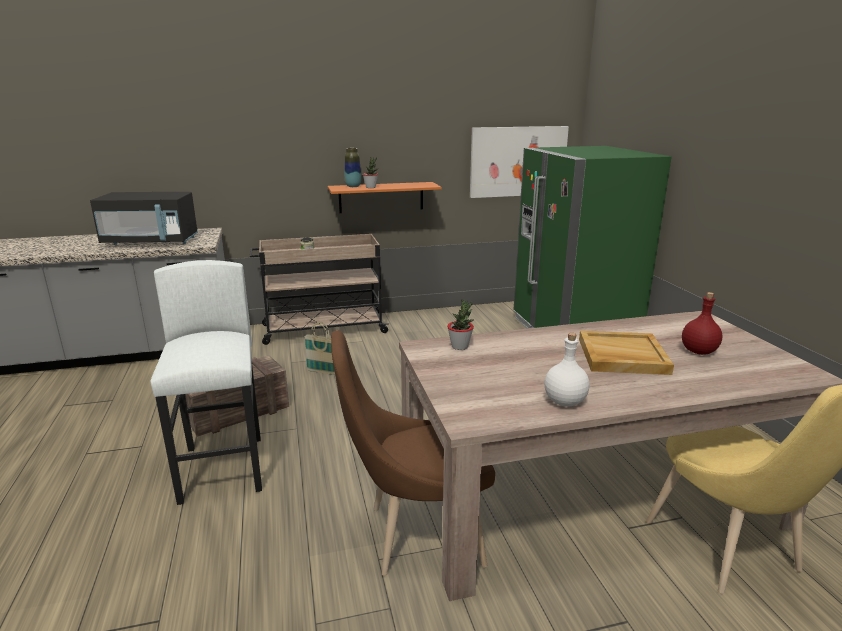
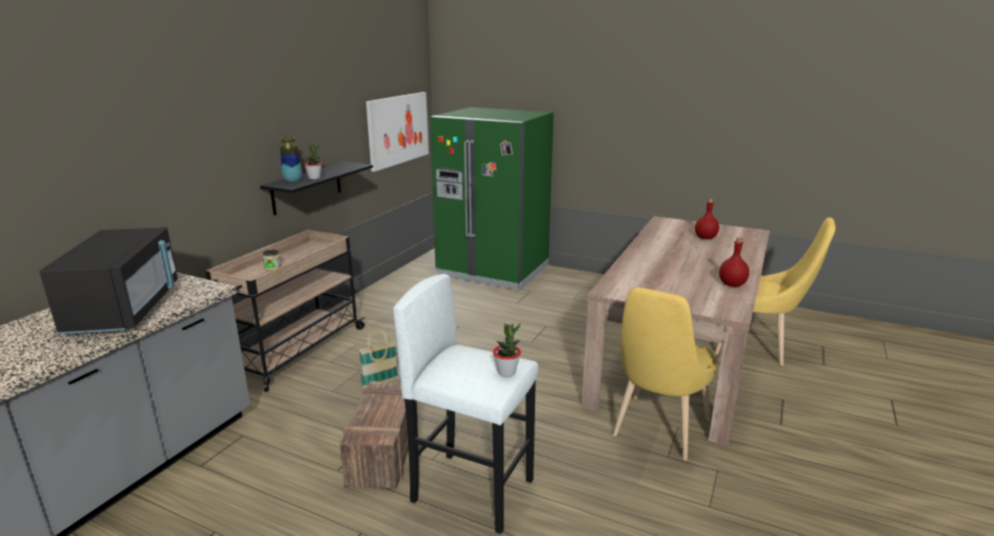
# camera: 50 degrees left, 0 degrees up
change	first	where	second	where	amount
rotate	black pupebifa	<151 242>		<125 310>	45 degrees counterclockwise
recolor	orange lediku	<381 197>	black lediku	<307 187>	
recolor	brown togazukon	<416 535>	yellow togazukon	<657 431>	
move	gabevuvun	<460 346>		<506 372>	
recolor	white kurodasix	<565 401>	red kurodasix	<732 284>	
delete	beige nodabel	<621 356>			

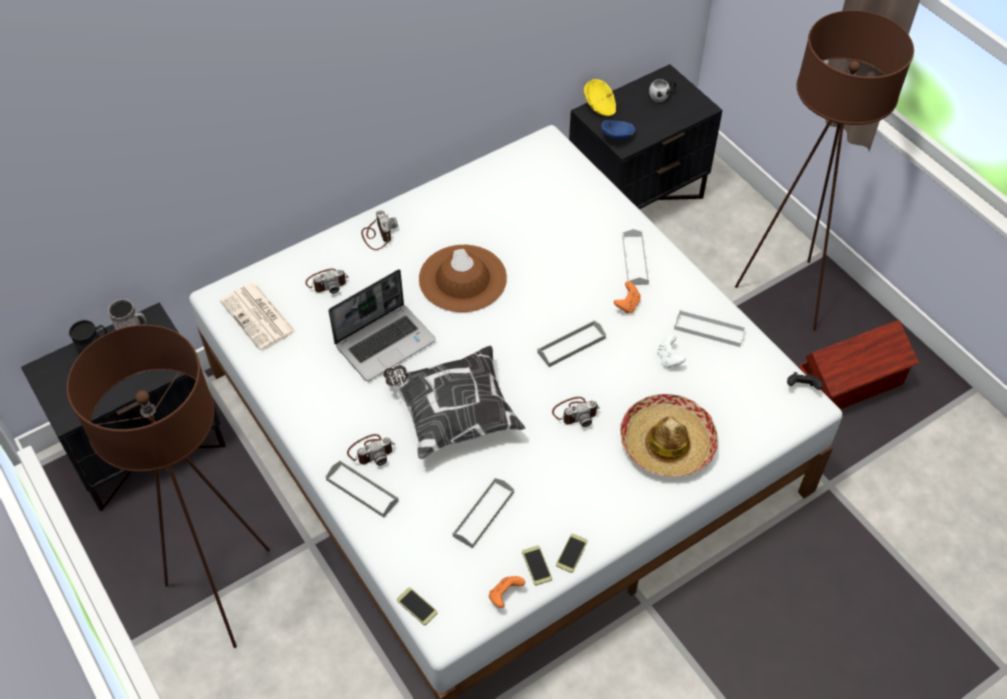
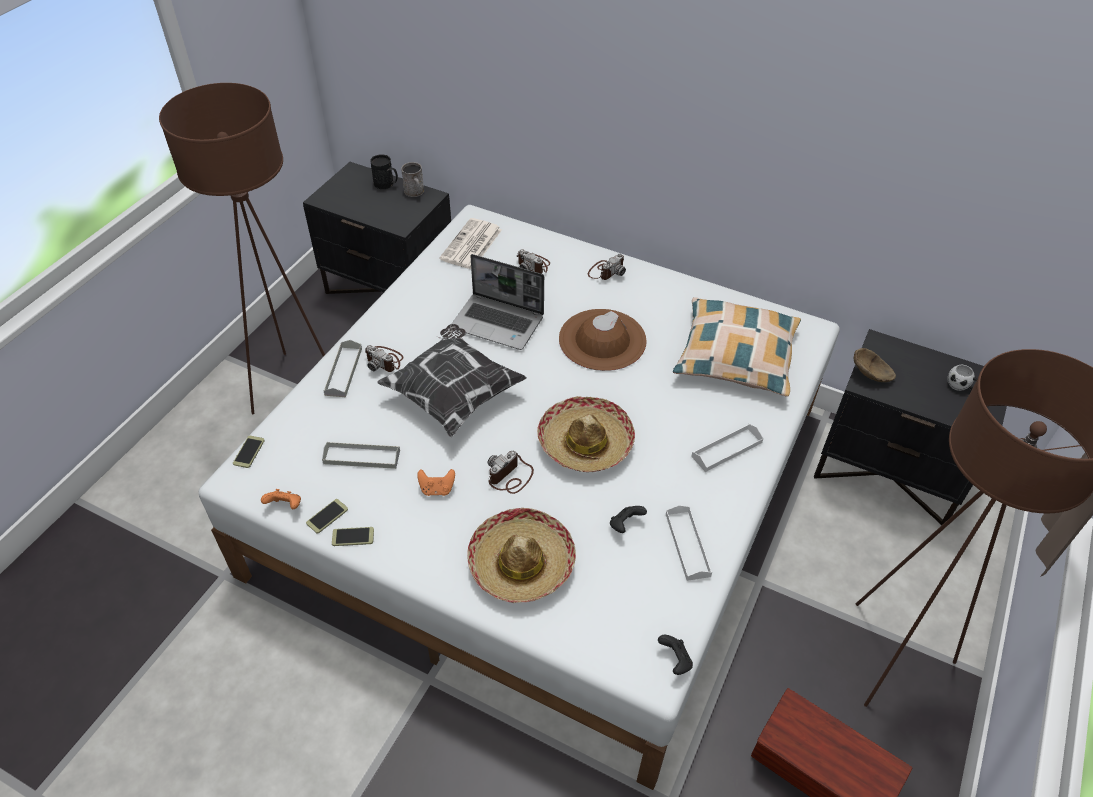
# camera: 60 degrees right, 5 degrees down
change	first	where	second	where	amount
replace	grey nodabel	<571 345>	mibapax	<585 443>	
rotate	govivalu	<575 412>		<510 477>	90 degrees clockwise
delete	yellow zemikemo	<599 107>			
recolor	blue zemikemo	<618 136>	brown zemikemo	<872 375>	
move	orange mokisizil	<627 305>		<437 489>	
recolor	white mokisizil	<669 359>	black mokisizil	<625 525>	
insert			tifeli	<735 356>	

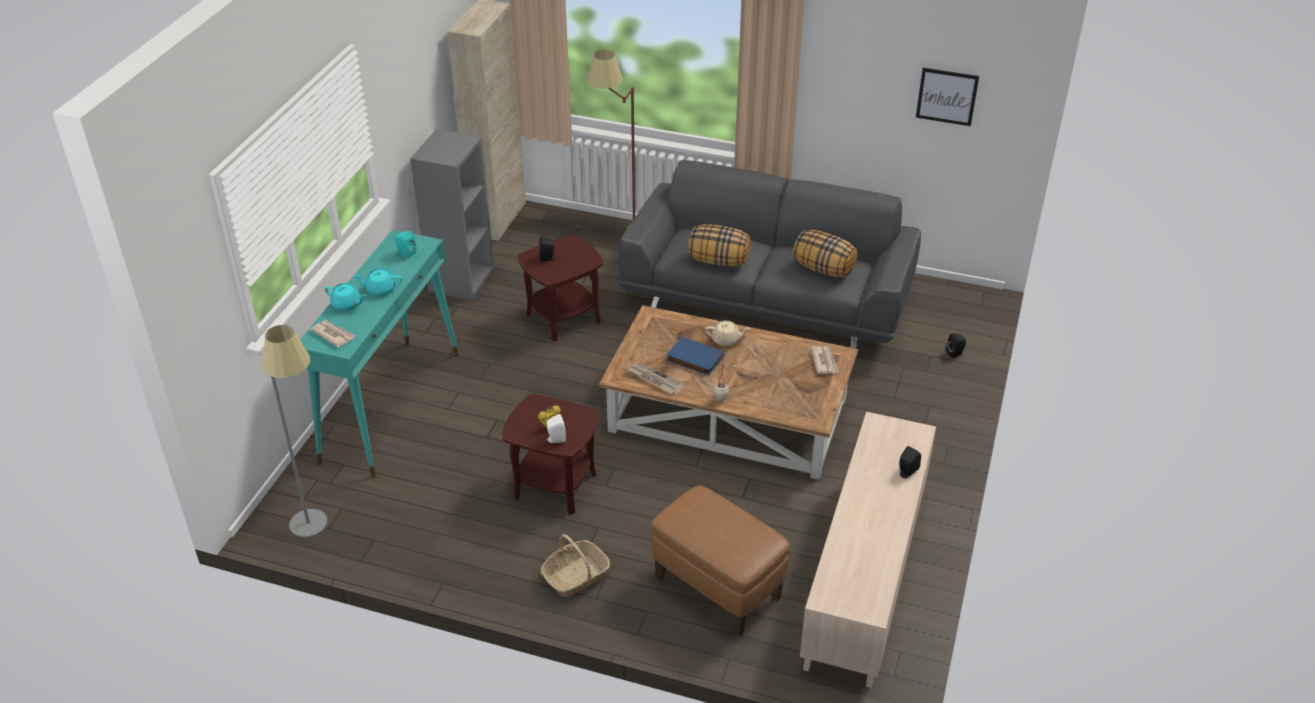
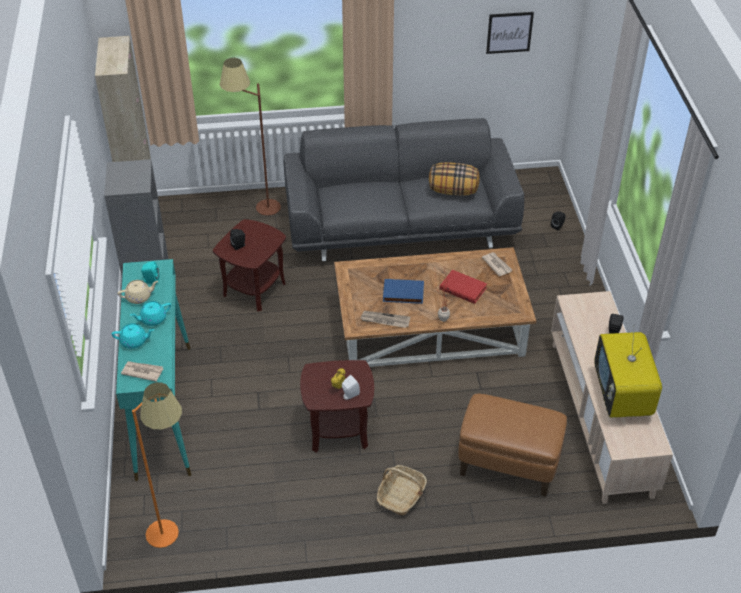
# camera: 25 degrees left, 5 degrees up
change	first	where	second	where	amount
recolor	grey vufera	<319 531>	orange vufera	<176 536>	
delete	tifeli	<719 261>			
move	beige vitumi	<726 340>		<139 297>	
insert			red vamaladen	<463 288>	
insert			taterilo	<622 396>	

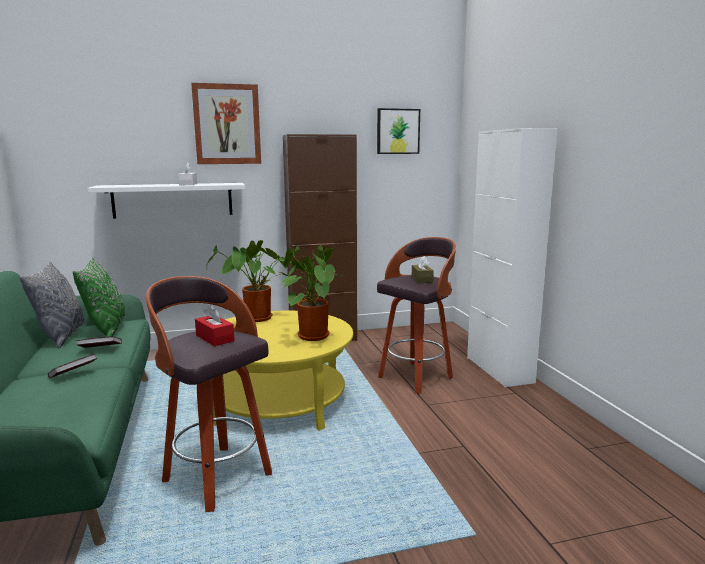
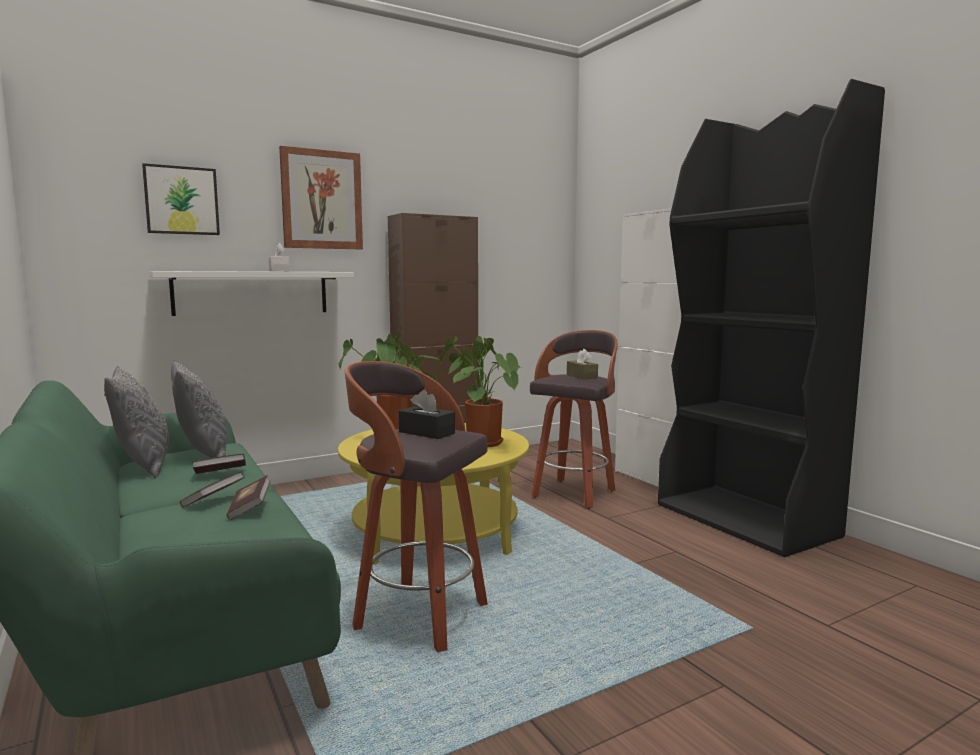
# camera: 15 degrees left, 5 degrees down
change	first	where	second	where	amount
recolor	green tifeli	<107 329>	grey tifeli	<203 454>	
recolor	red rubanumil	<215 338>	black rubanumil	<426 433>	
move	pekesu	<397 131>		<181 200>	
insert			vamaladen	<249 509>	
insert			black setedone	<747 520>	

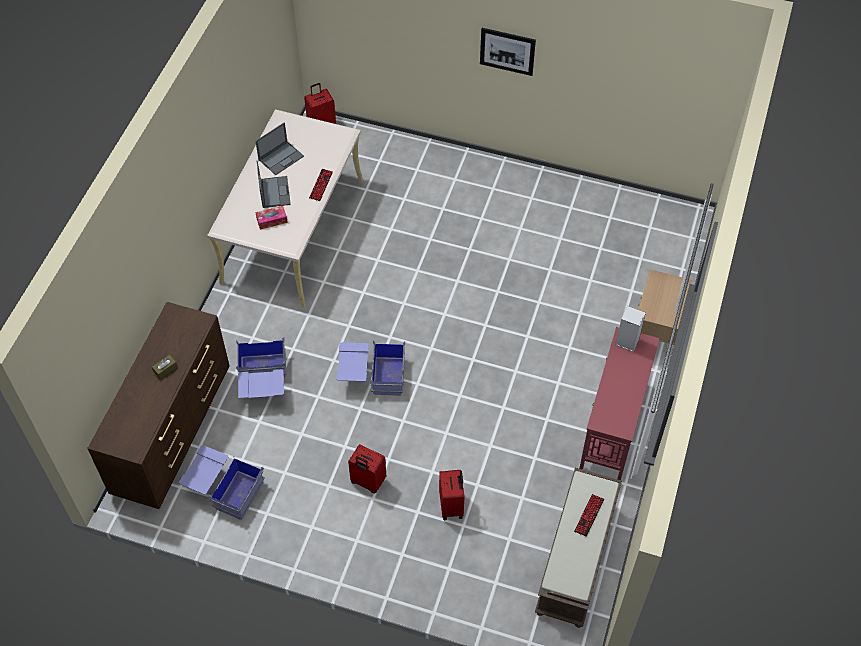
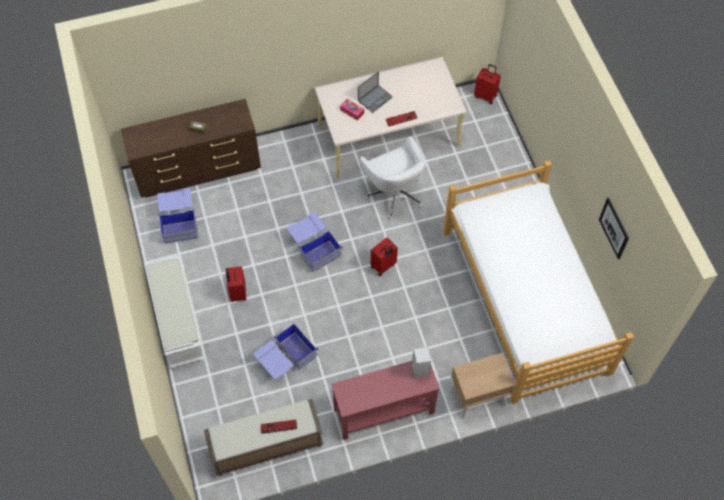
# camera: 55 degrees right, 5 degrees up
change	first	where	second	where	amount
move	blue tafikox	<263 382>		<286 359>	
delete	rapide	<281 157>			
move	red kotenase	<452 506>		<383 266>	
move	pekesu	<507 51>		<614 228>	
insert			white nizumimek	<177 320>	
insert			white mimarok	<394 193>	
insert			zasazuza	<524 300>	

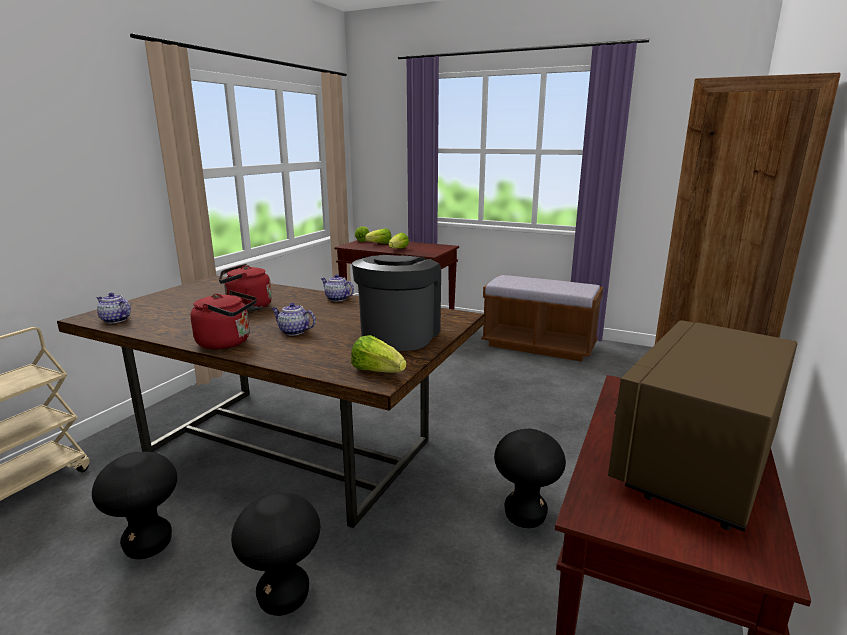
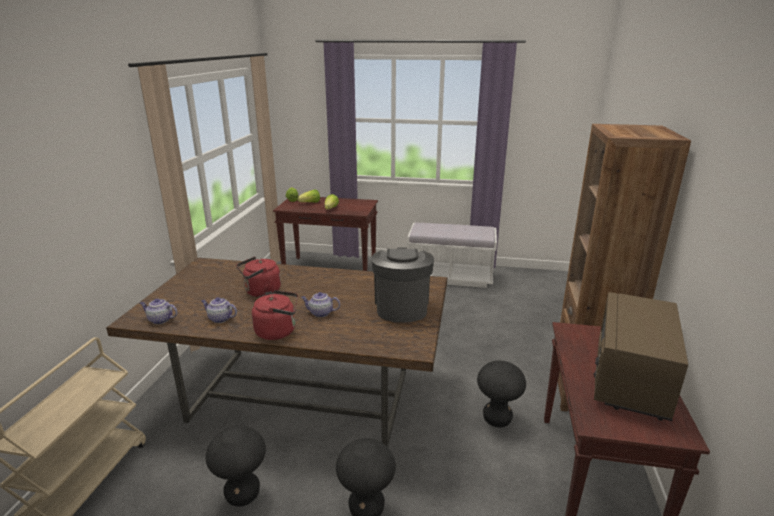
# camera: 15 degrees left, 5 degrees up
change	first	where	second	where	amount
move	vitumi	<337 299>		<220 319>	
delete	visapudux	<377 371>			
recolor	brown nizumimek	<538 346>	white nizumimek	<450 277>	

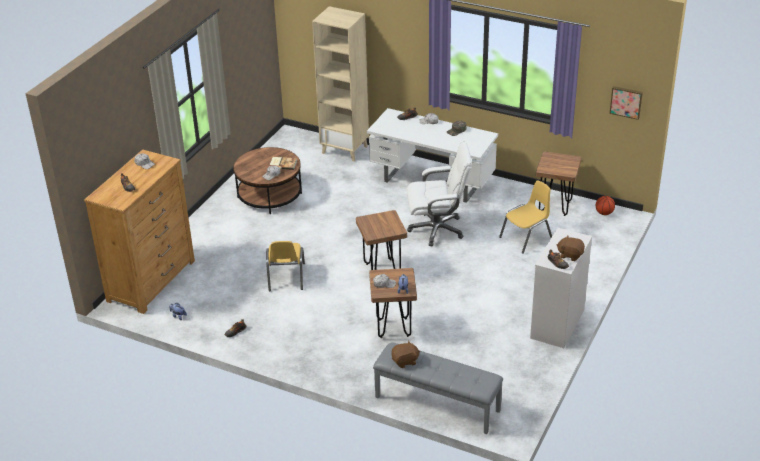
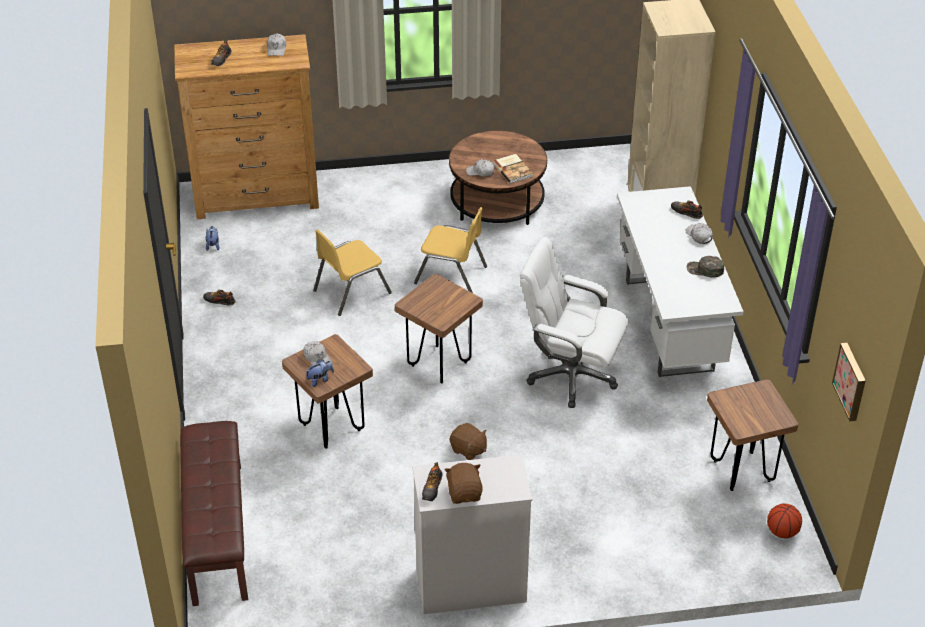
# camera: 55 degrees right, 5 degrees up
change	first	where	second	where	amount
recolor	grey nizumimek	<436 404>	brown nizumimek	<216 532>	
move	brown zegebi	<405 361>		<468 450>	
rotate	white mimarok	<437 229>		<570 376>	150 degrees clockwise
move	yellow togazukon	<526 237>		<451 275>	

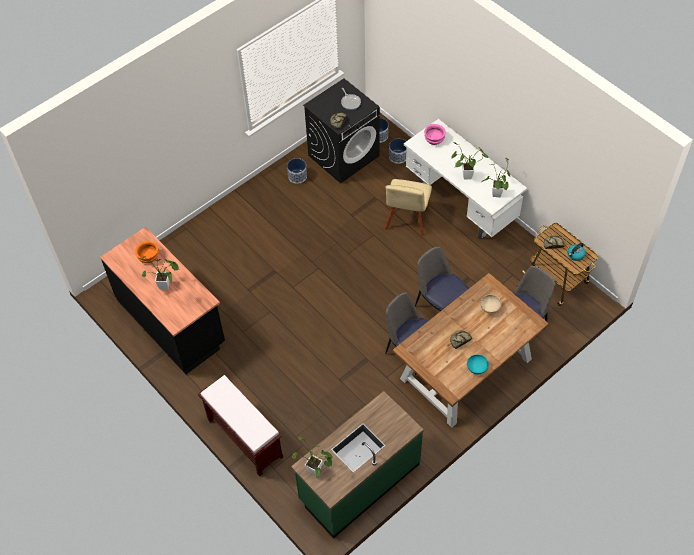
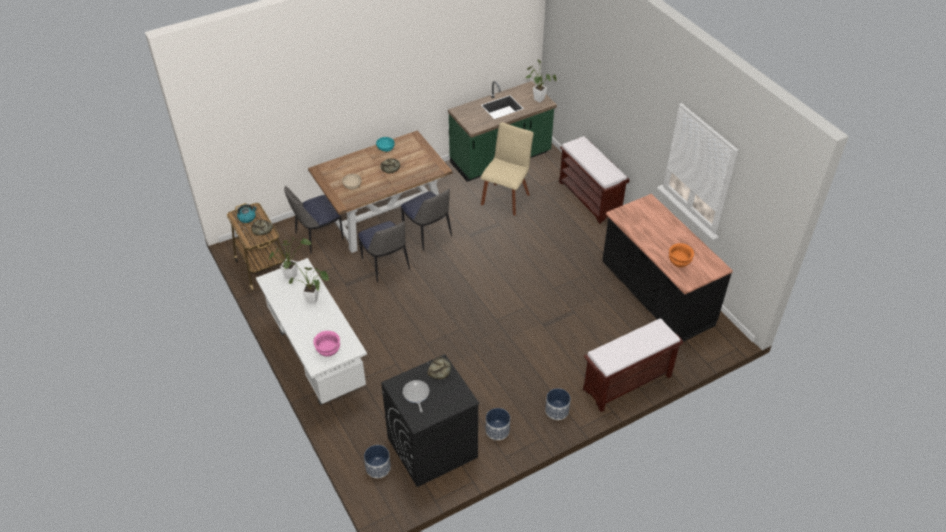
# camera: 170 degrees left, 10 degrees down
change	first	where	second	where	amount
delete	gabevuvun	<167 286>			
move	beige togazukon	<407 221>		<506 197>	
move	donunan	<398 156>		<556 410>	
insert			brown nizumimek	<626 383>	

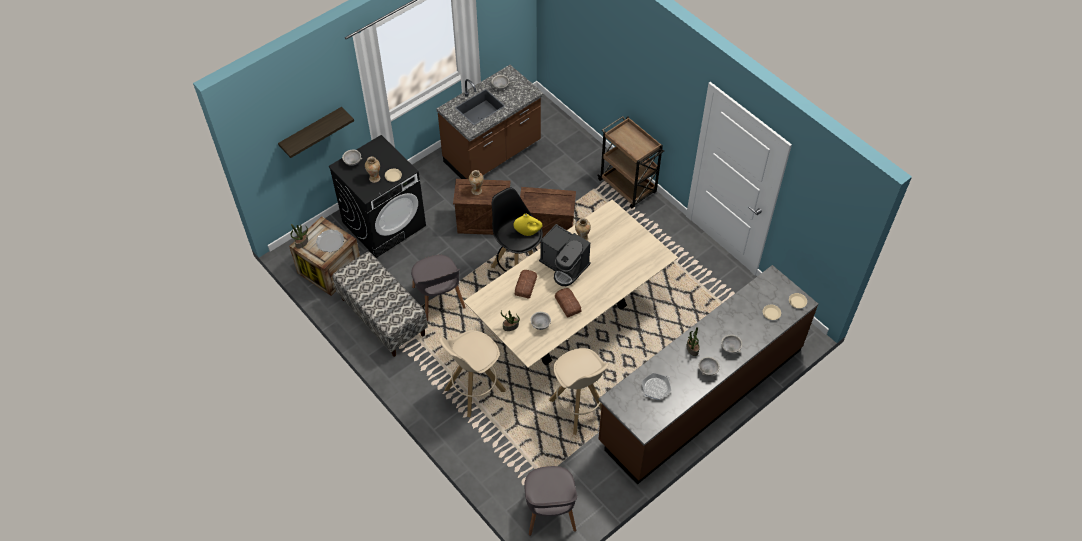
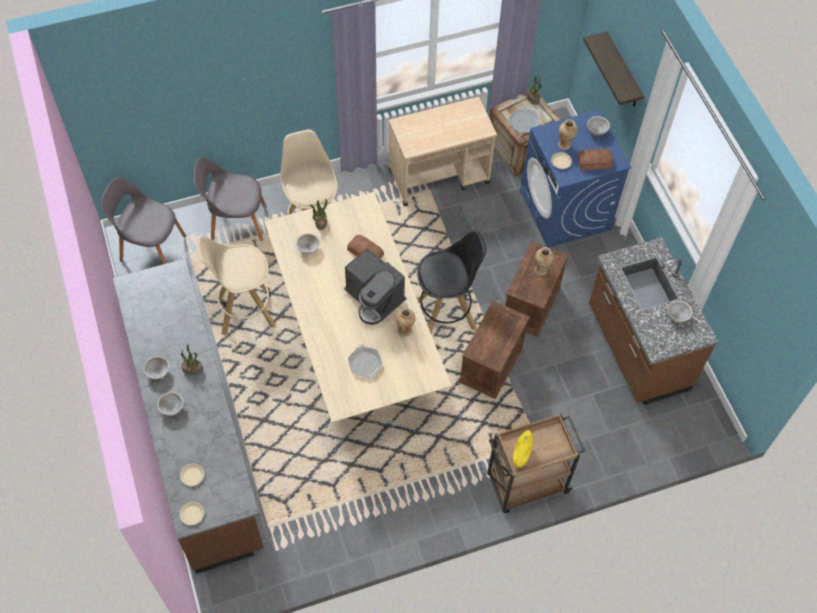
# camera: 110 degrees right, 5 degrees up
change	first	where	second	where	amount
recolor	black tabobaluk	<384 223>	blue tabobaluk	<565 210>	
replace	nizumimek	<382 317>	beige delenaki	<440 177>	
move	grey togazukon	<439 299>		<236 221>	
move	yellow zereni	<528 232>		<521 455>	
rotate	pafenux	<564 266>		<374 298>	105 degrees counterclockwise
move	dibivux	<568 304>		<595 162>	
move	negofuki	<656 388>		<365 364>	

